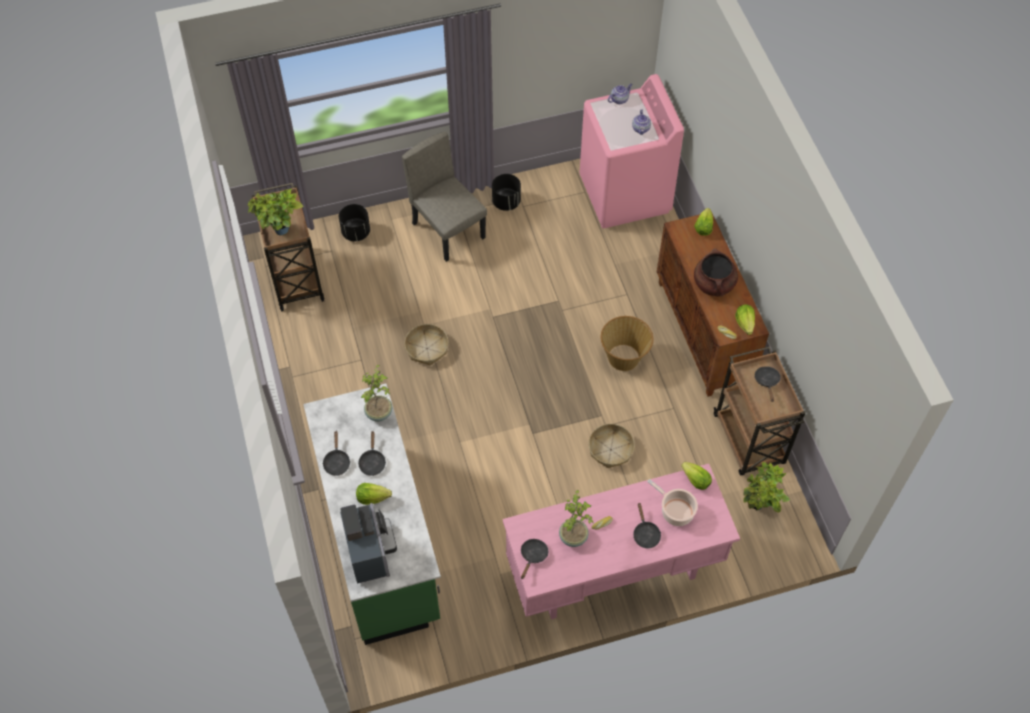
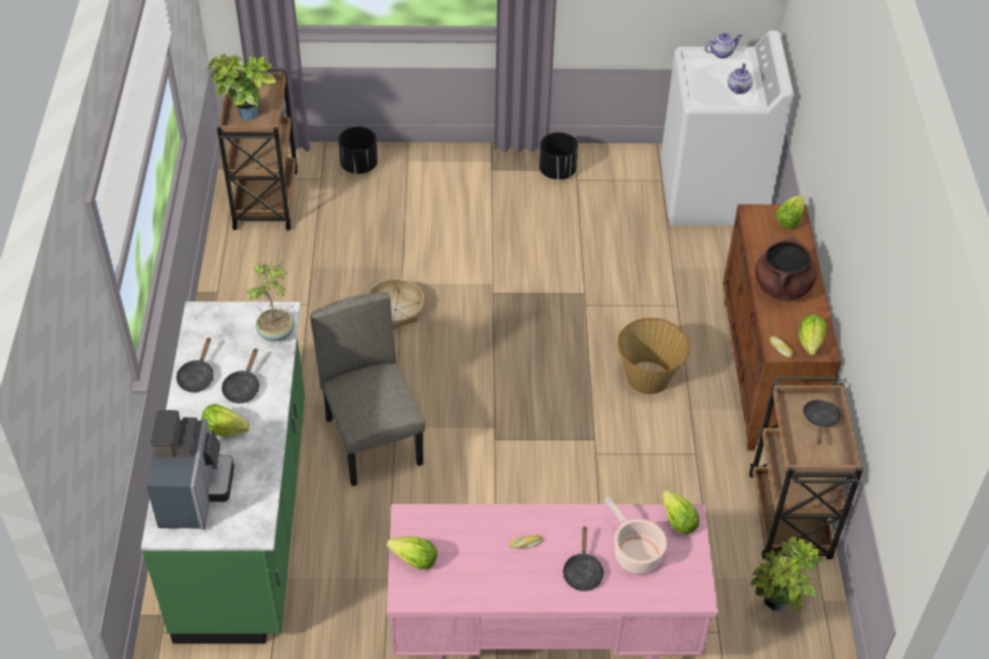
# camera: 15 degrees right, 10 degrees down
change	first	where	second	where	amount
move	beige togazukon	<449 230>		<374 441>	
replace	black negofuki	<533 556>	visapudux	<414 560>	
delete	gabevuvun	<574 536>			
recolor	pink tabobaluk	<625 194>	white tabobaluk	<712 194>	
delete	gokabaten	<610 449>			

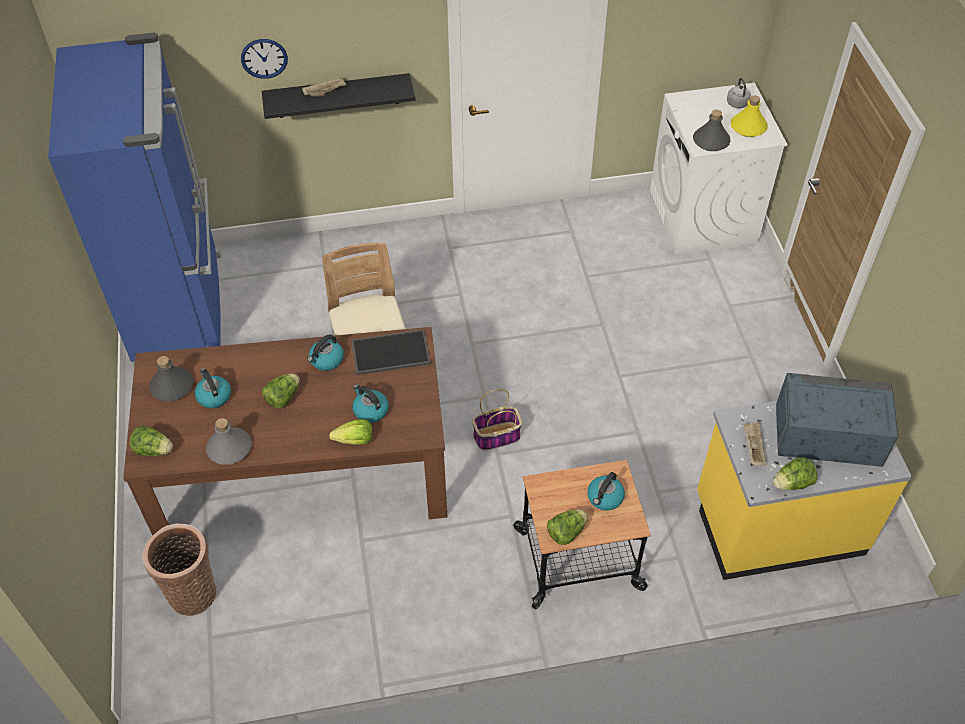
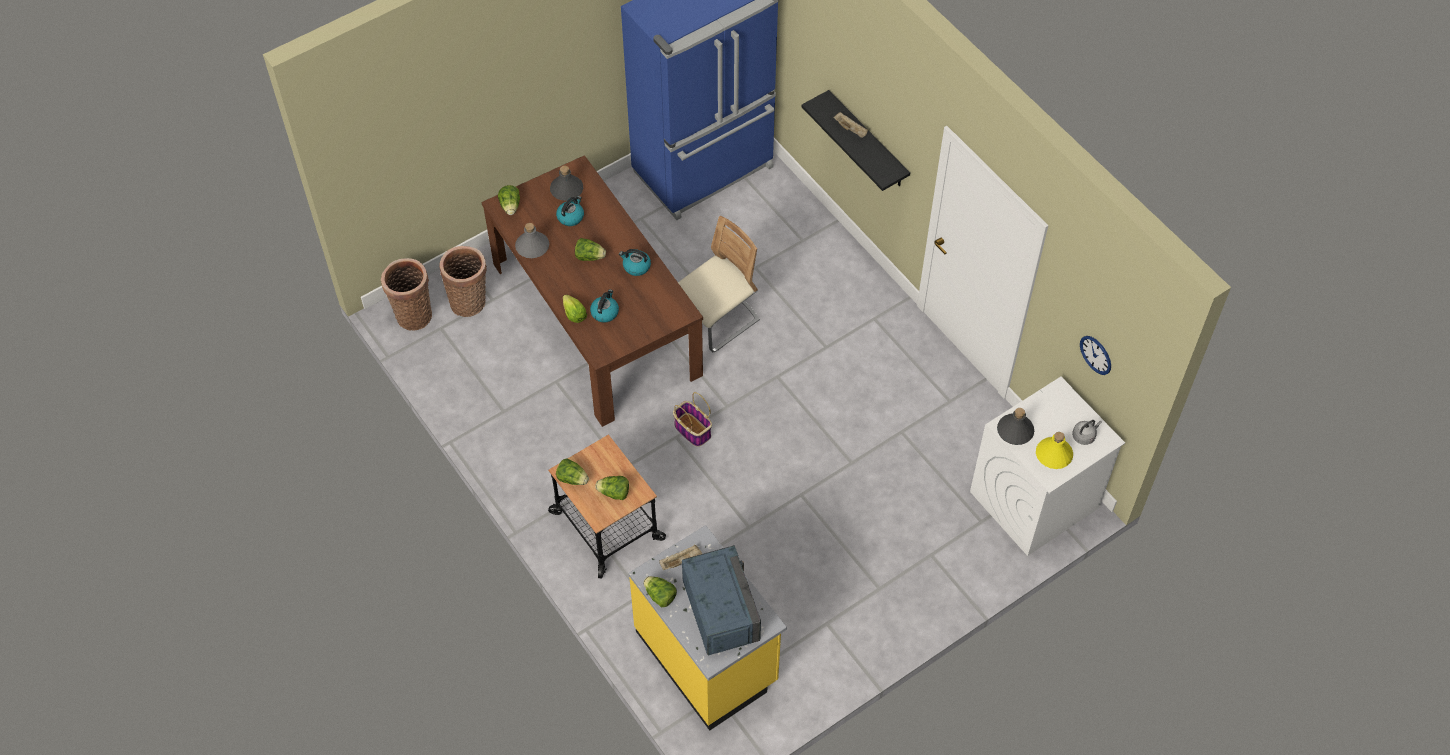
# camera: 65 degrees right, 5 degrees up
change	first	where	second	where	amount
move	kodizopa	<264 58>		<1096 355>	
delete	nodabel	<390 353>			
replace	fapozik	<605 498>	visapudux	<614 493>	
insert			gokabaten	<413 314>	

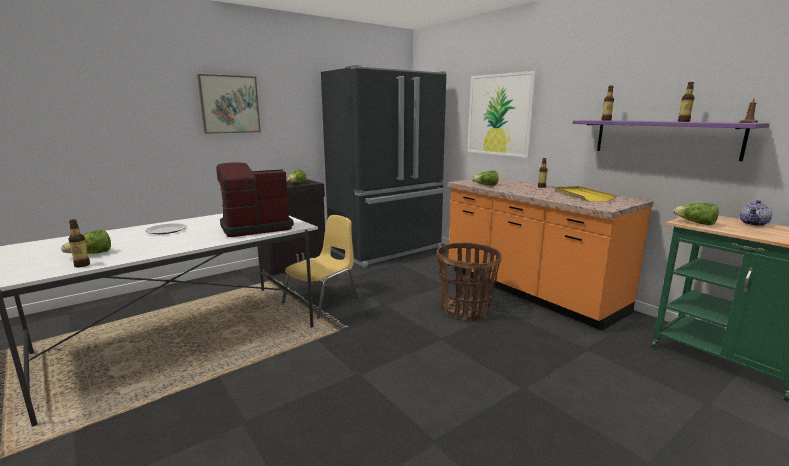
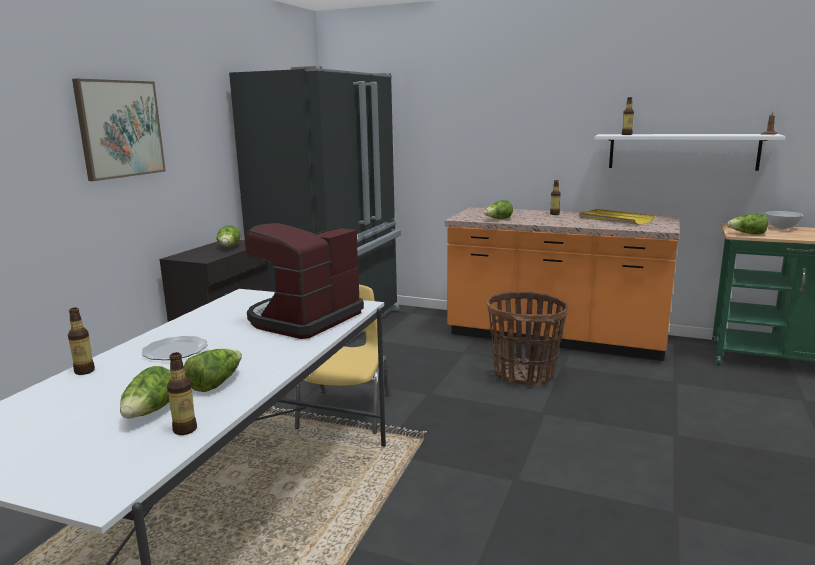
# camera: 30 degrees left, 0 degrees up
change	first	where	second	where	amount
delete	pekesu	<500 115>			
recolor	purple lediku	<664 138>	white lediku	<682 151>	
move	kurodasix	<683 121>		<84 371>	
replace	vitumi	<754 224>	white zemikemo	<782 228>	
insert			visapudux	<215 383>	

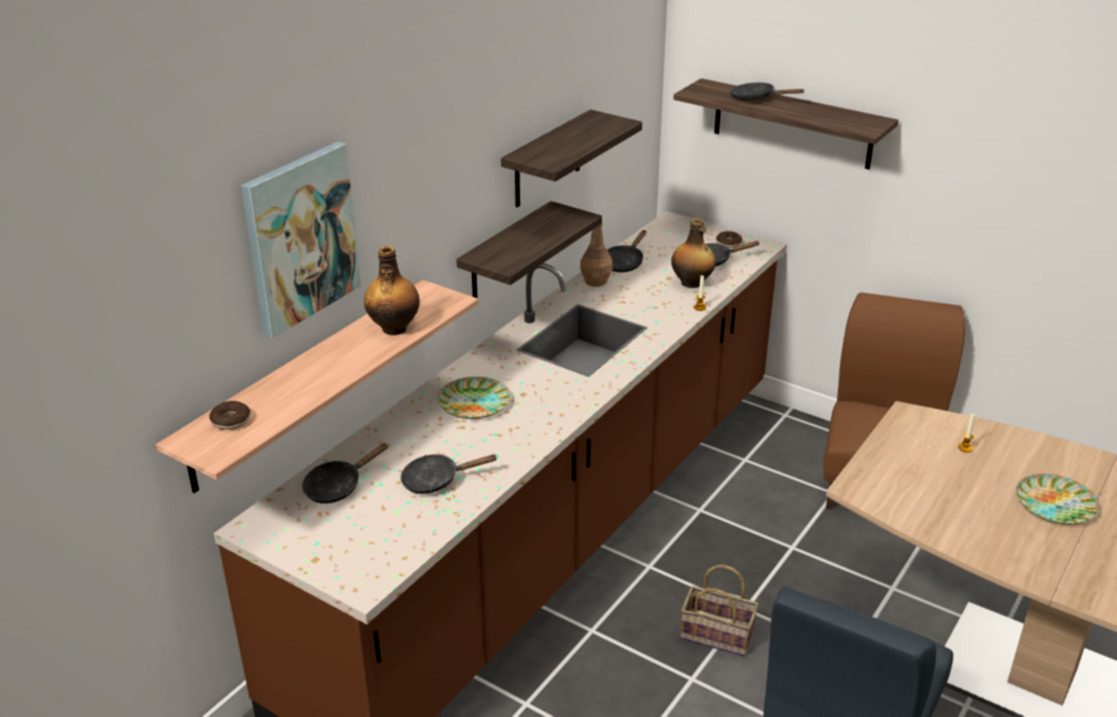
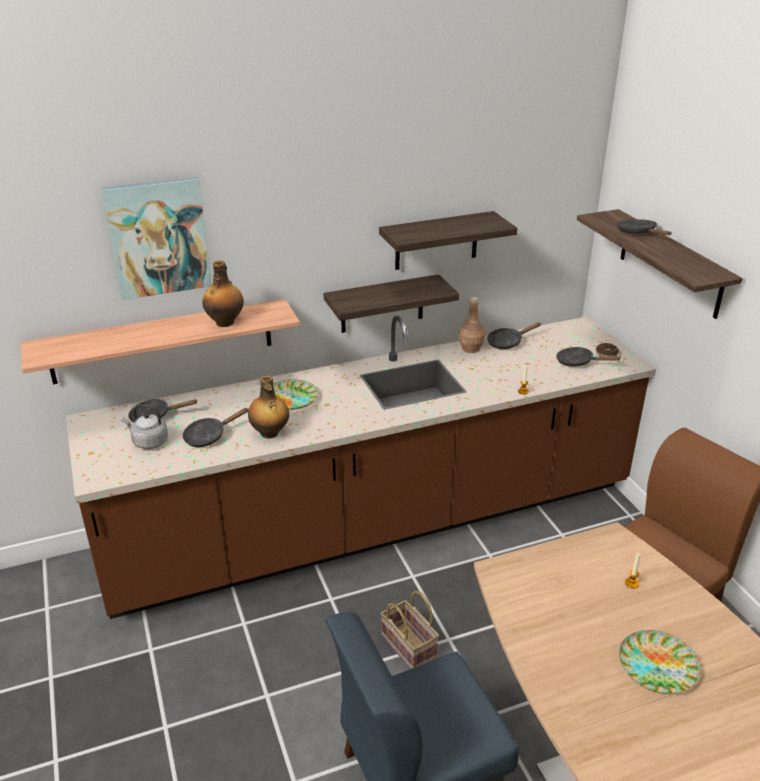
# camera: 35 degrees right, 0 degrees up
change	first	where	second	where	amount
delete	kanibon	<231 421>			
rotate	black negofuki	<436 480>		<209 436>	60 degrees counterclockwise
move	kurodasix	<691 283>		<269 433>	
insert			grey fapozik	<148 442>	

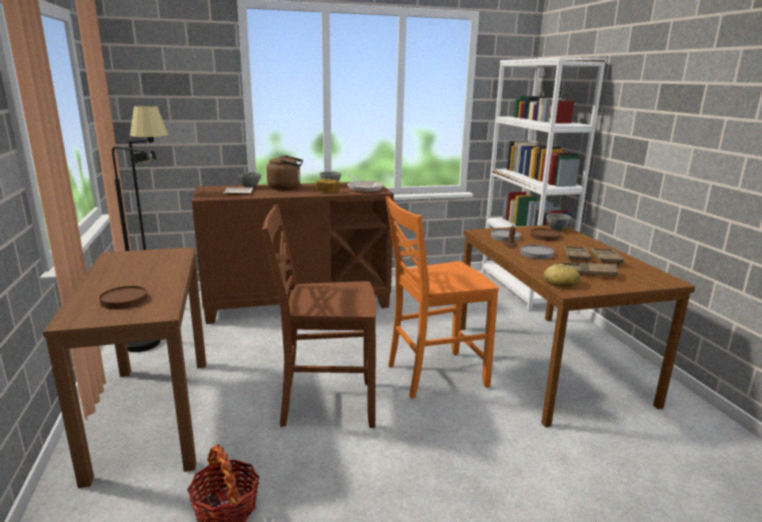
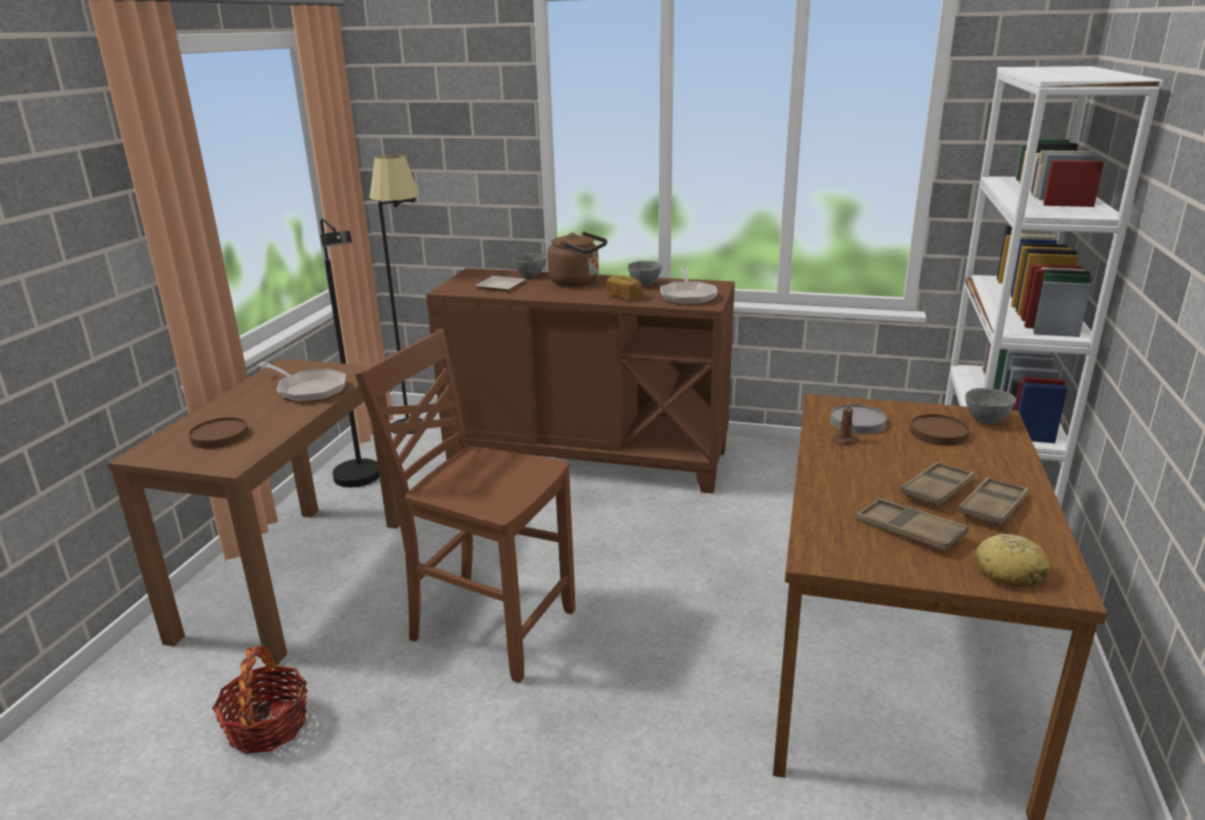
# camera: 30 degrees right, 5 degrees up
change	first	where	second	where	amount
delete	orange togazukon	<434 375>			
delete	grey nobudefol	<536 254>			
move	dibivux	<560 282>		<1009 572>	
insert			negofuki	<308 390>	

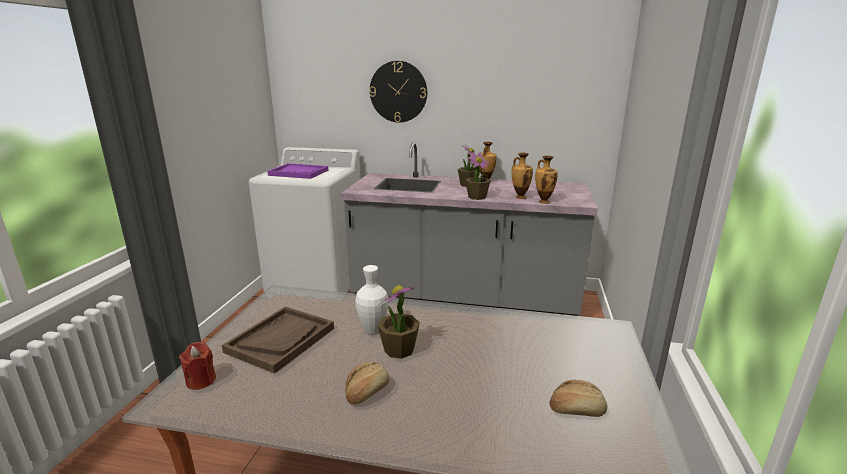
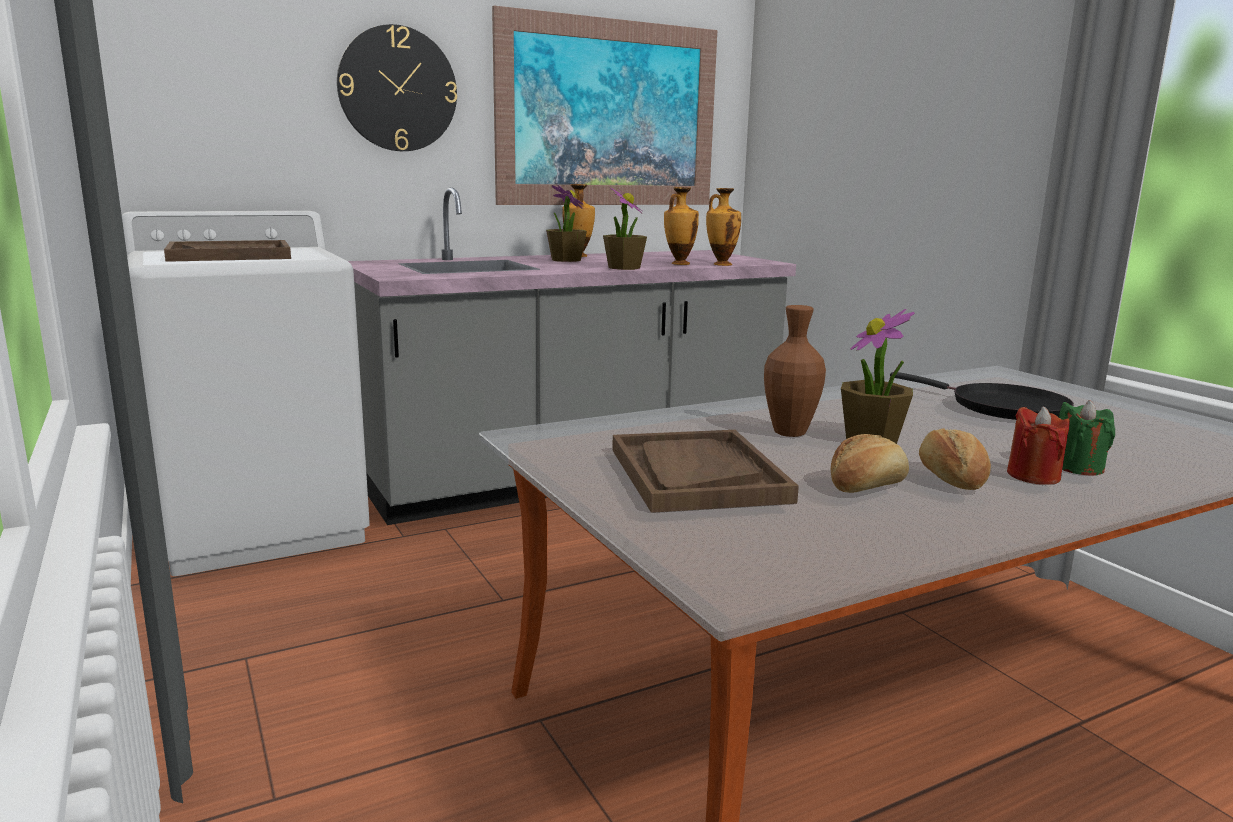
# camera: 40 degrees left, 5 degrees down
change	first	where	second	where	amount
move	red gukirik	<201 380>		<1033 476>	
recolor	purple nodabel	<299 173>	brown nodabel	<230 255>	
recolor	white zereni	<373 330>	brown zereni	<789 433>	
move	dibivux	<576 410>		<866 486>	
insert			pekesu	<609 114>	
insert			black negofuki	<1001 407>	
insert			green gukirik	<1077 467>	

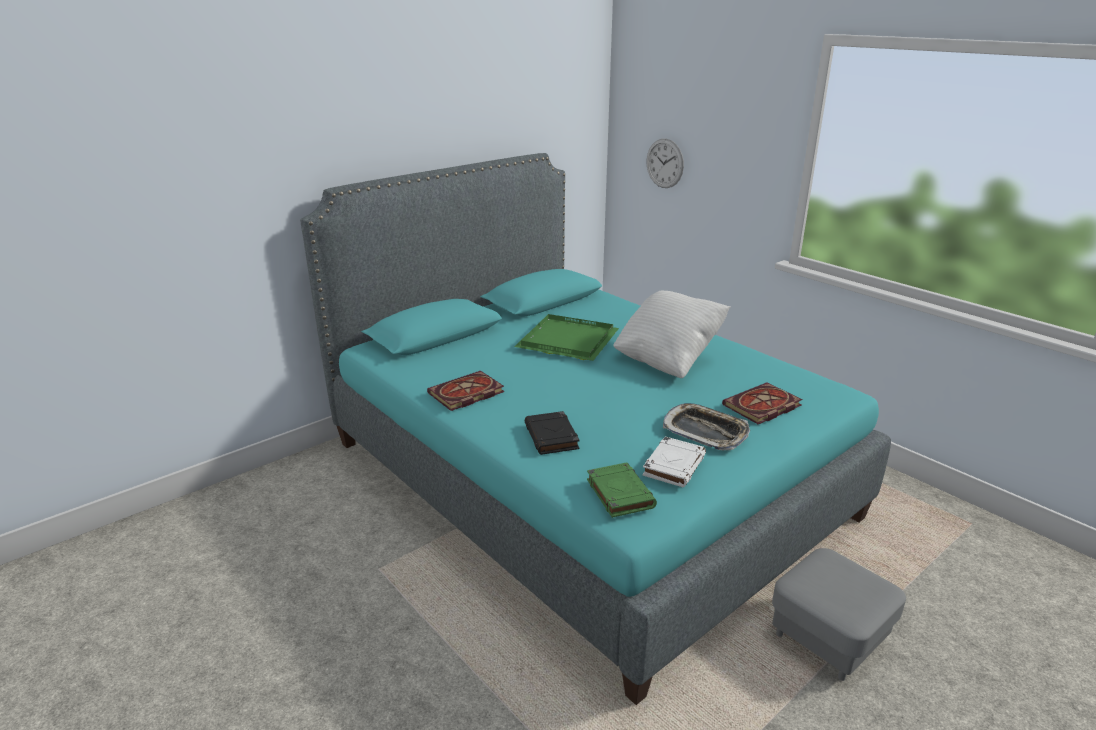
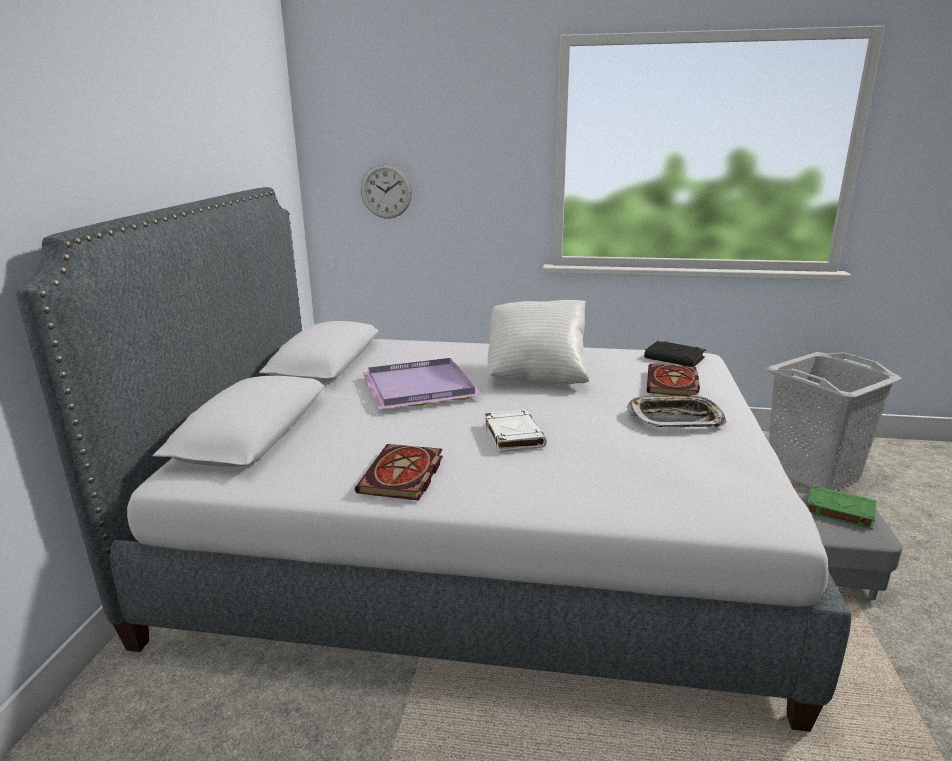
# camera: 40 degrees left, 5 degrees down
change	first	where	second	where	amount
recolor	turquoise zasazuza	<581 478>	grey zasazuza	<475 542>	
recolor	green nodabel	<567 340>	purple nodabel	<417 387>	
move	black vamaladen	<552 437>		<675 358>	
move	green vamaladen	<619 493>		<838 510>	
move	white vamaladen	<674 465>		<513 435>	
insert			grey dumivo	<813 473>	

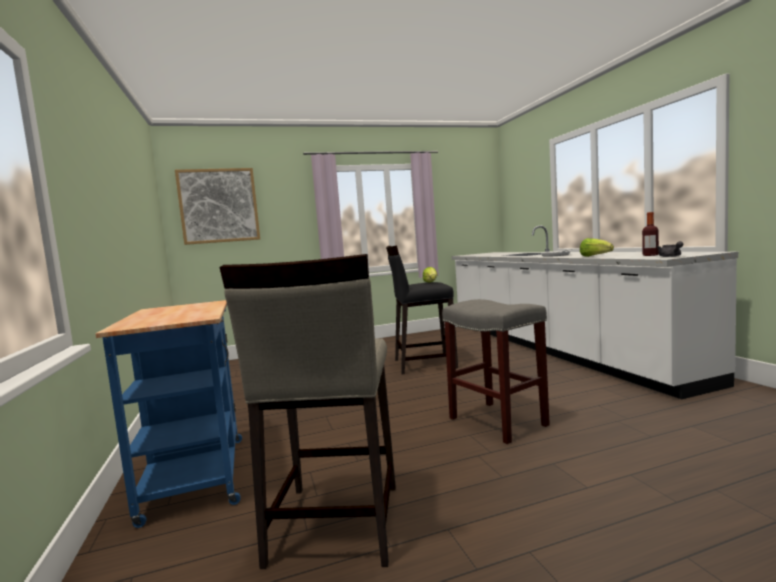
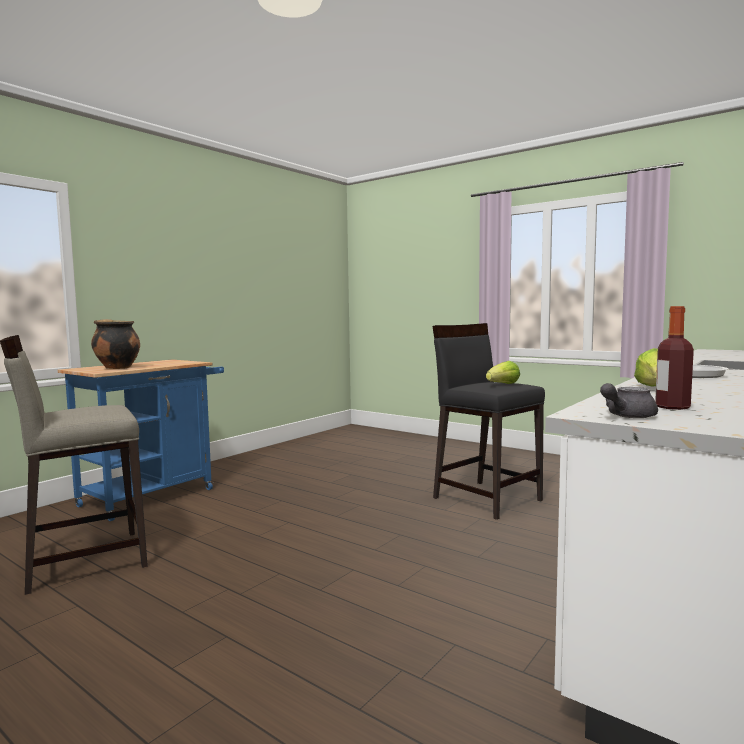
# camera: 55 degrees right, 0 degrees up
change	first	where	second	where	amount
delete	pekesu	<219 206>			
delete	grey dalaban	<499 422>			
insert			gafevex	<116 368>	

